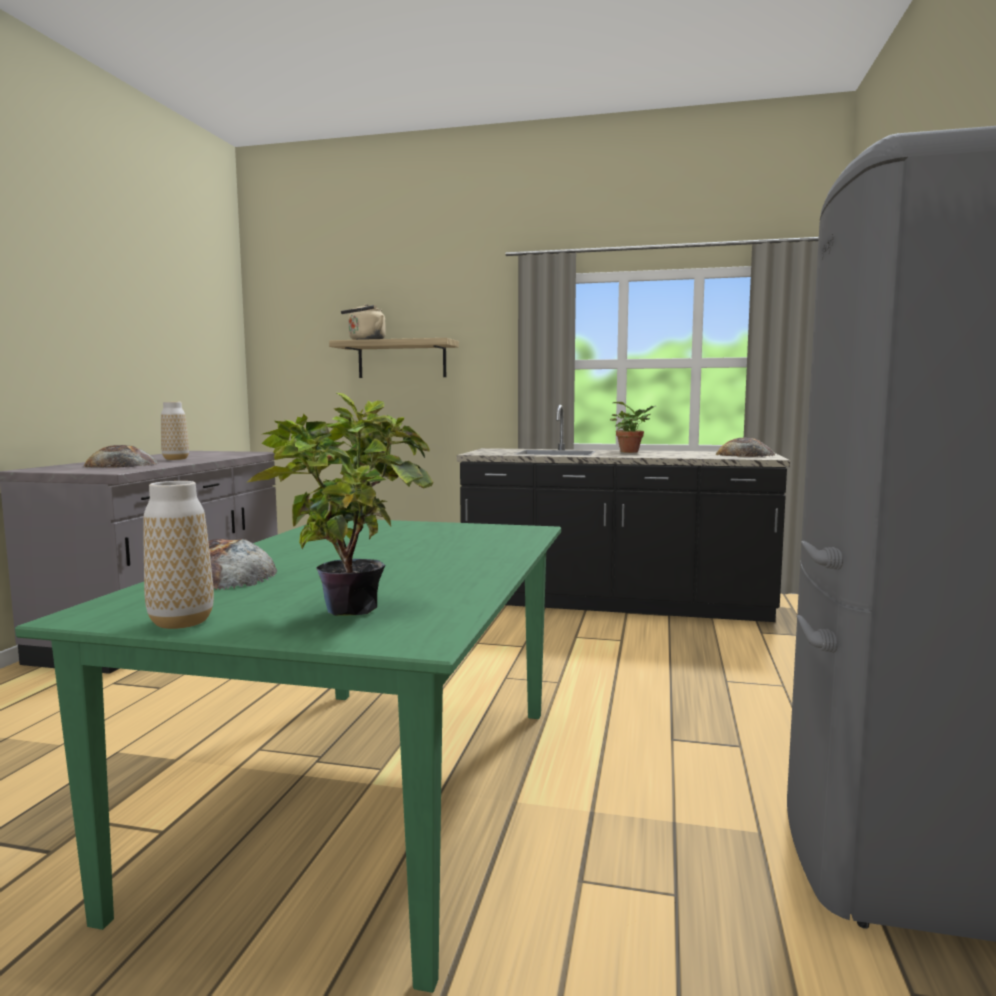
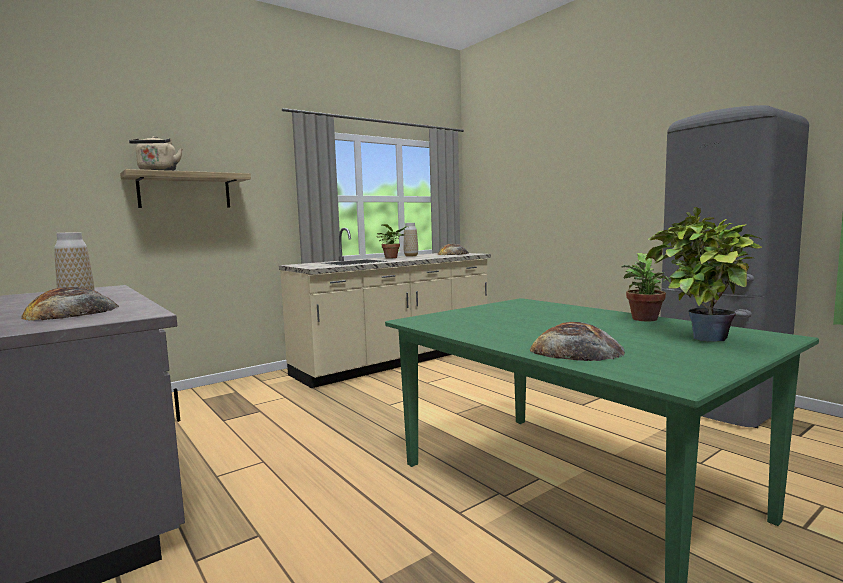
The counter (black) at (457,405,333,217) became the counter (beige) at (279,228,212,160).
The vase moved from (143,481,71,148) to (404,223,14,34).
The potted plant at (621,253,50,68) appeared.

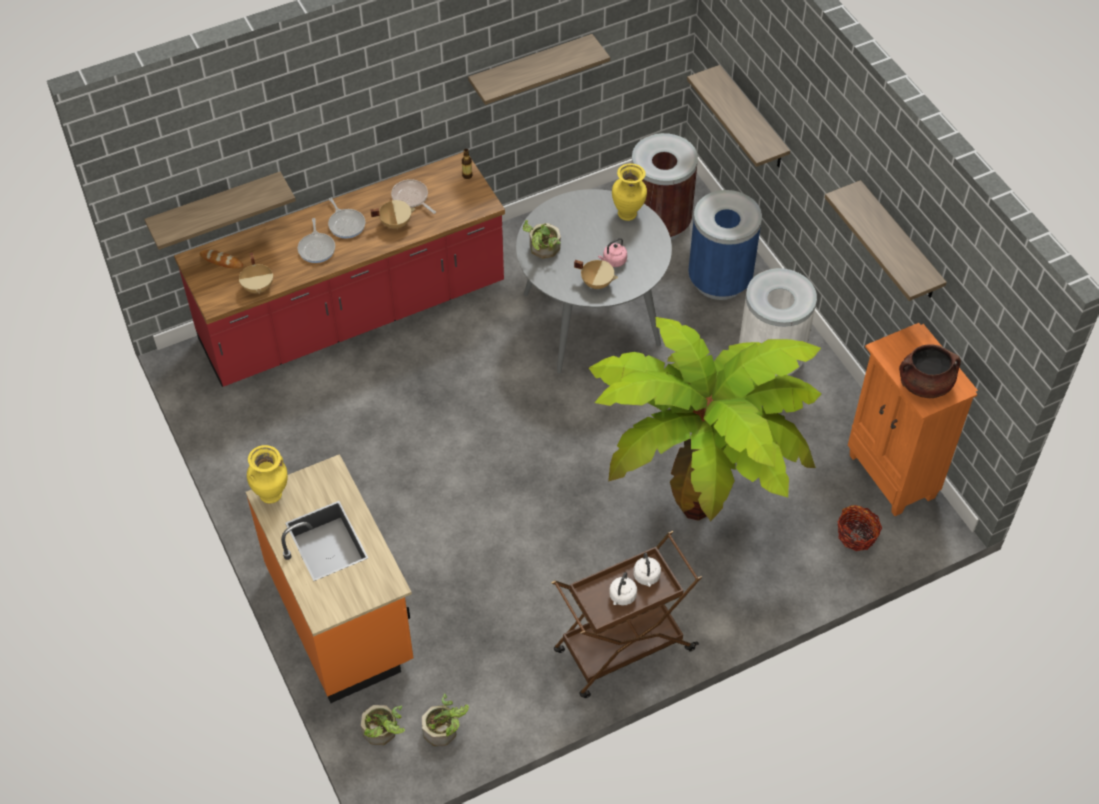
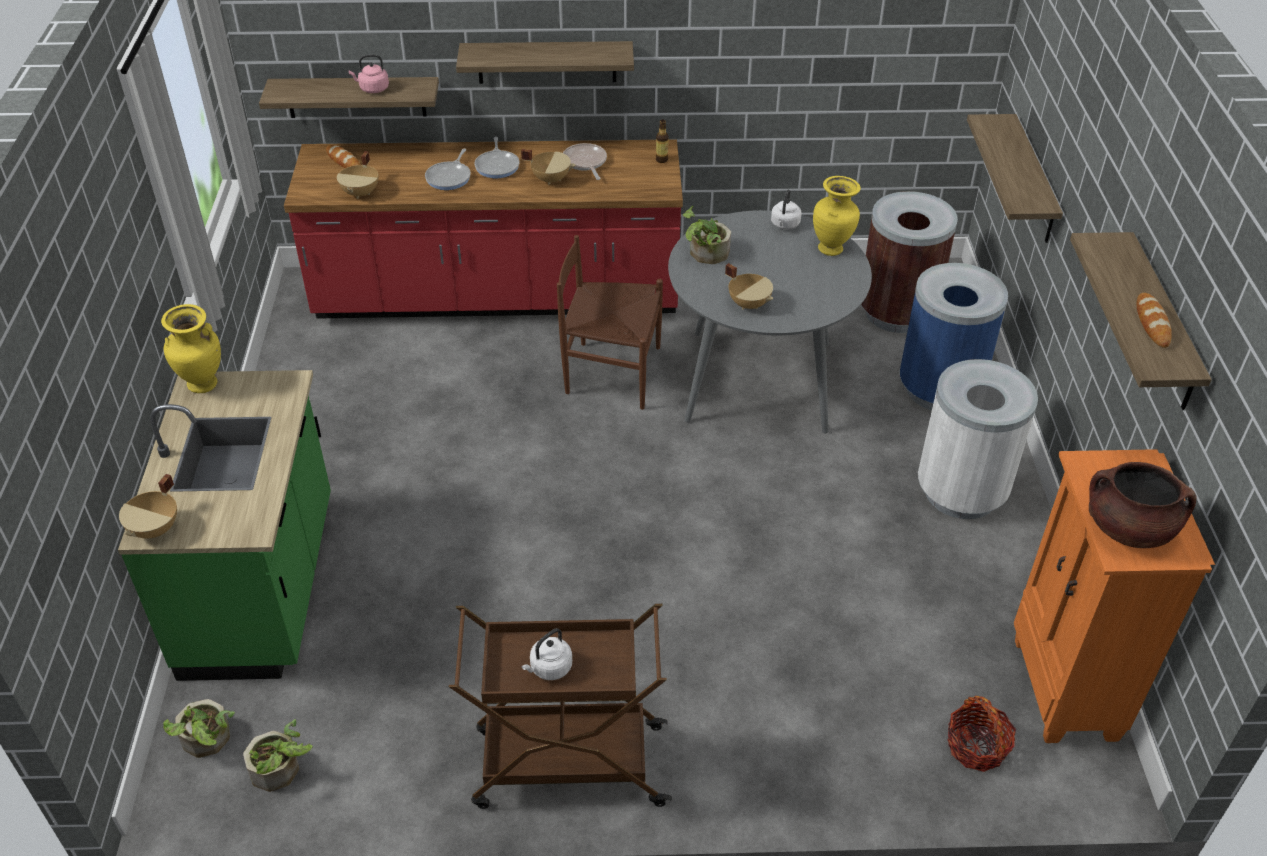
The counter (orange) at (246,454,167,249) became the counter (green) at (118,370,213,311).
The cooking pot (beige) at (119,474,58,65) appeared.
The kettle (pink) moved from (598,238,29,29) to (349,54,40,39).
The shelf moved from (468,34,142,71) to (456,41,178,43).
The chair (brown) at (557,235,106,175) appeared.
The kettle (white) moved from (633,552,28,35) to (771,189,31,40).
The bread at (1137,293,35,55) appeared.
The potted plant at (589,317,232,204) disappeared.

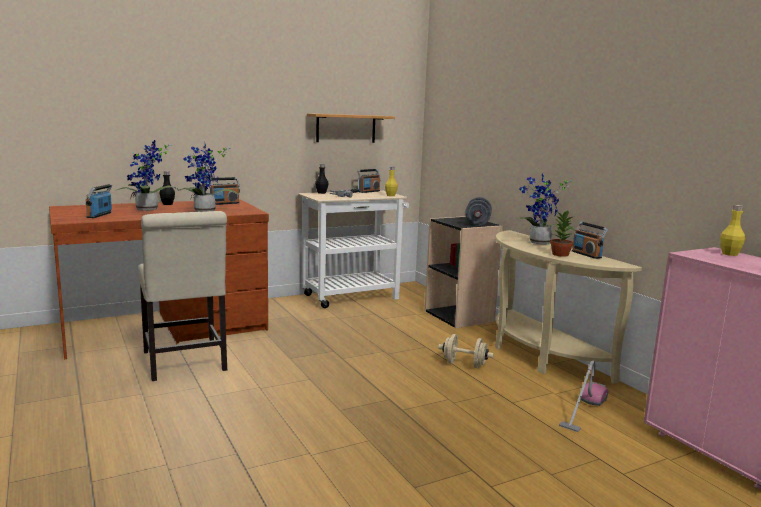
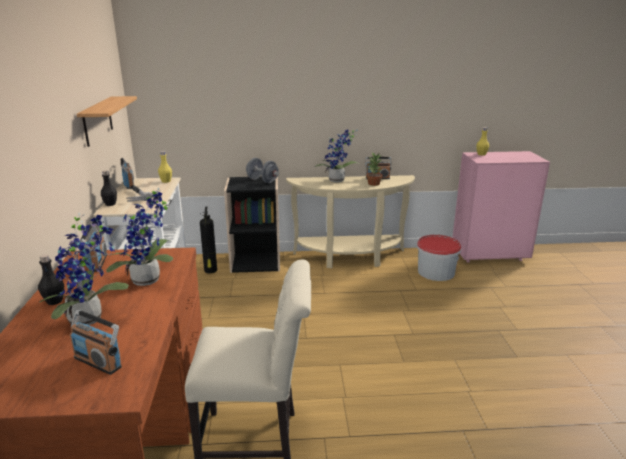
The fire extinguisher at (200,207,17,66) appeared.
The vacuum cleaner at (559,361,49,71) was replaced by the bucket at (417,235,44,46).
The dumbbell (beige) at (438,334,56,34) disappeared.

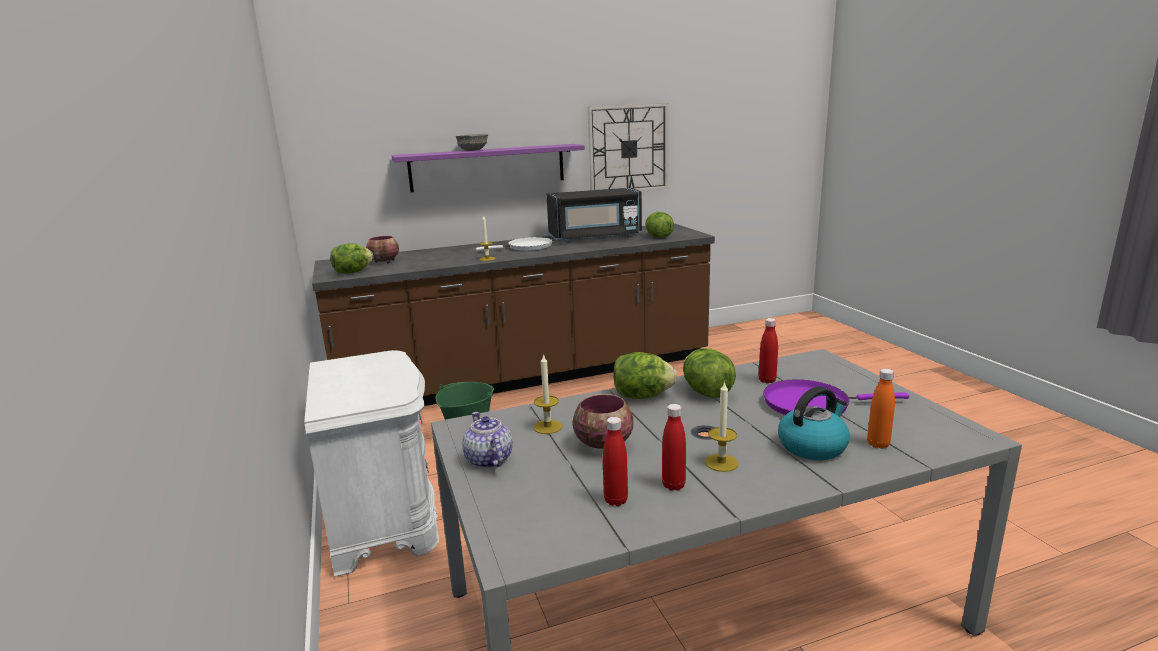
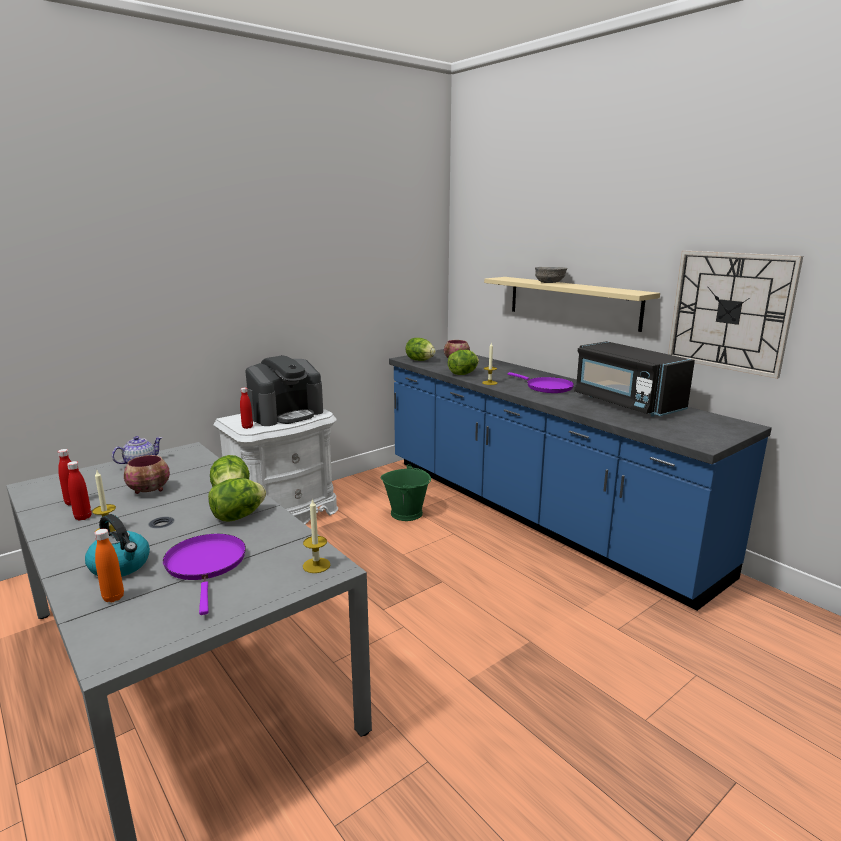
The bottle (red) moved from (759,318,19,65) to (240,388,13,41).
The coffee machine at (245,355,78,71) appeared.
The candle moved from (533,354,29,80) to (303,499,27,74).
The counter (brown) at (312,223,403,183) became the counter (blue) at (389,349,383,262).
The lettuce moved from (645,212,29,26) to (448,350,31,25).
The shelf (purple) at (392,144,193,48) became the shelf (beige) at (484,277,176,55).
The frying pan (white) at (476,237,76,14) became the frying pan (purple) at (508,372,66,21).

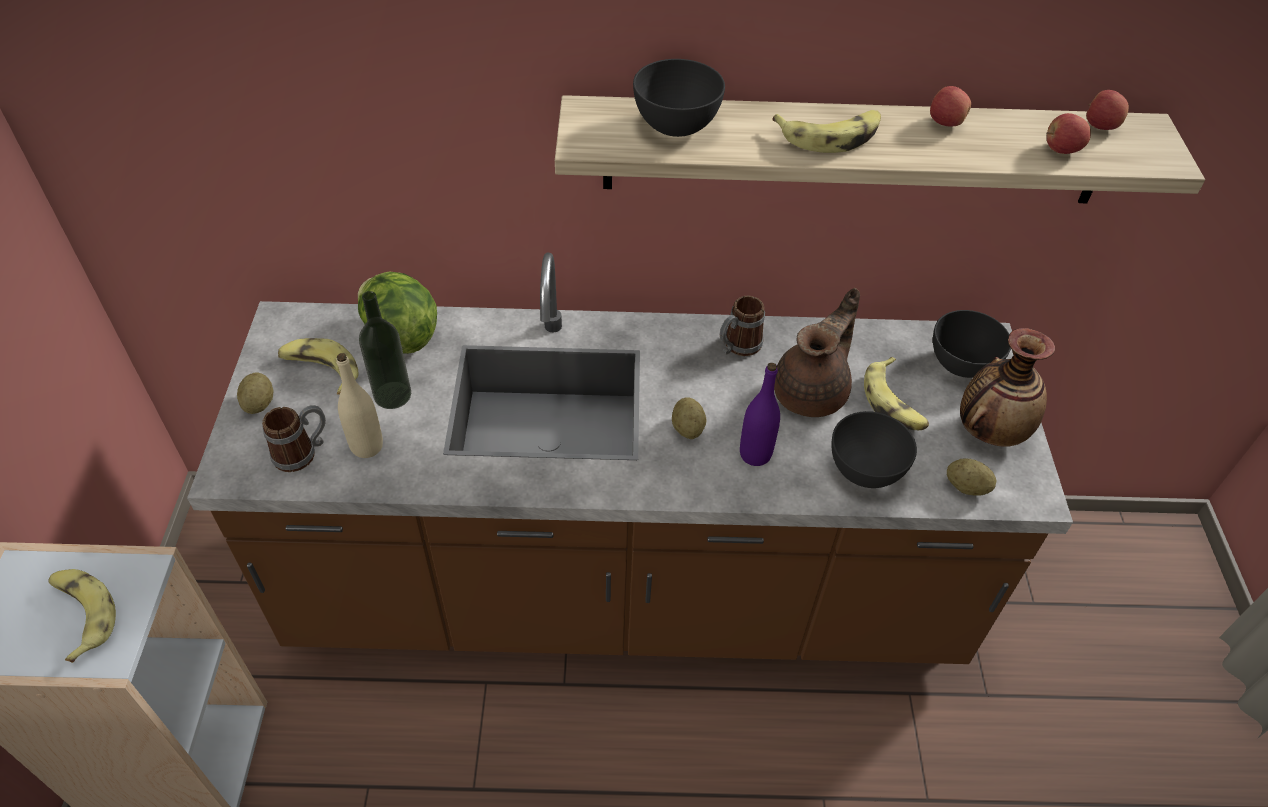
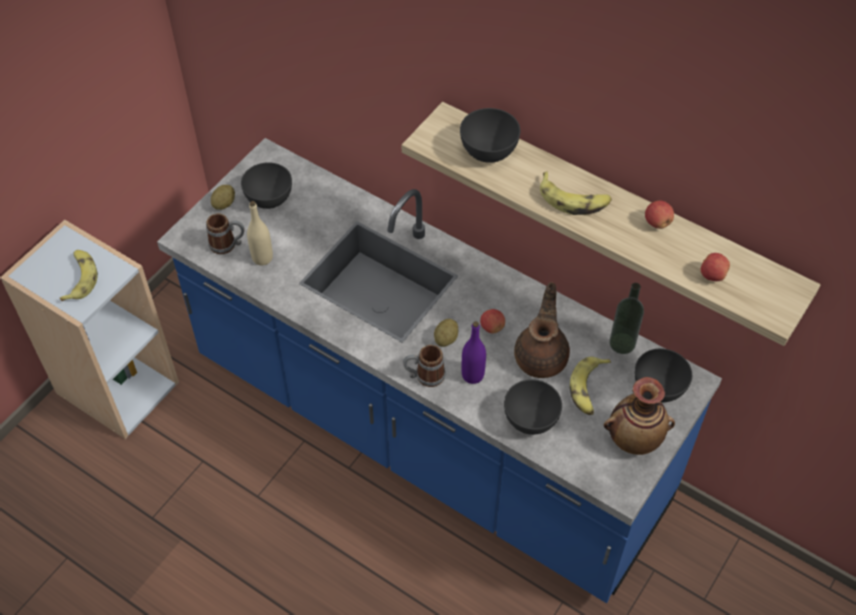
The counter (brown) at (187,253,886,411) became the counter (blue) at (157,138,565,465).
The banana at (278,338,81,57) was replaced by the bowl (grey) at (241,162,51,47).
The mug moved from (720,296,45,60) to (403,345,43,42).
The apple moved from (1086,90,43,40) to (480,309,25,24).
The teapot (brown) at (774,288,86,129) turned 60 degrees counterclockwise.
The bottle moved from (359,291,52,118) to (610,283,34,71).
The lettuce at (358,271,79,83) disappeared.
The potato at (947,459,49,37) disappeared.

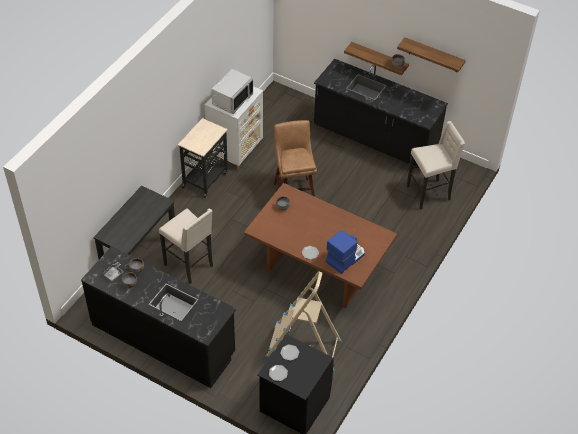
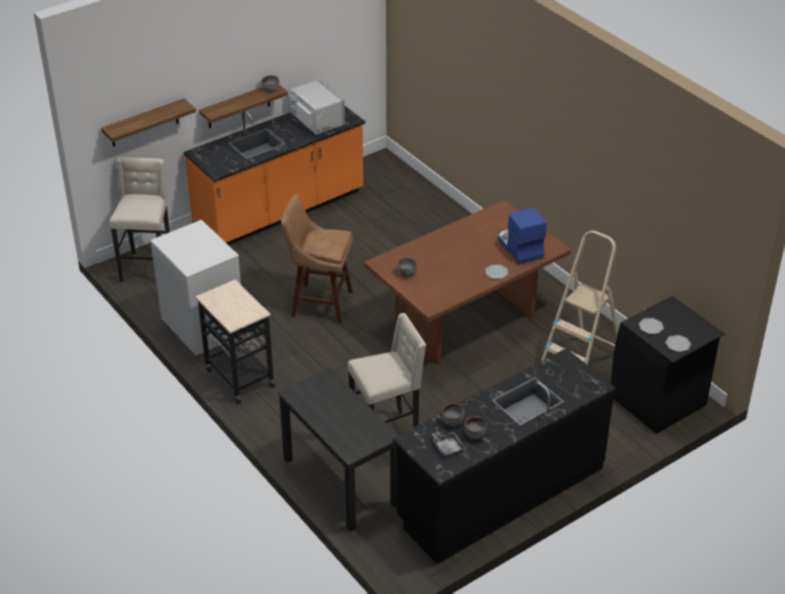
The shelf moved from (397,37,69,35) to (101,99,95,48).
The stool (beige) moved from (407,121,58,89) to (109,157,61,125).
The counter (black) at (314,58,134,108) became the counter (orange) at (184,105,181,140).
The microwave (grey) moved from (211,69,42,45) to (290,80,55,55).

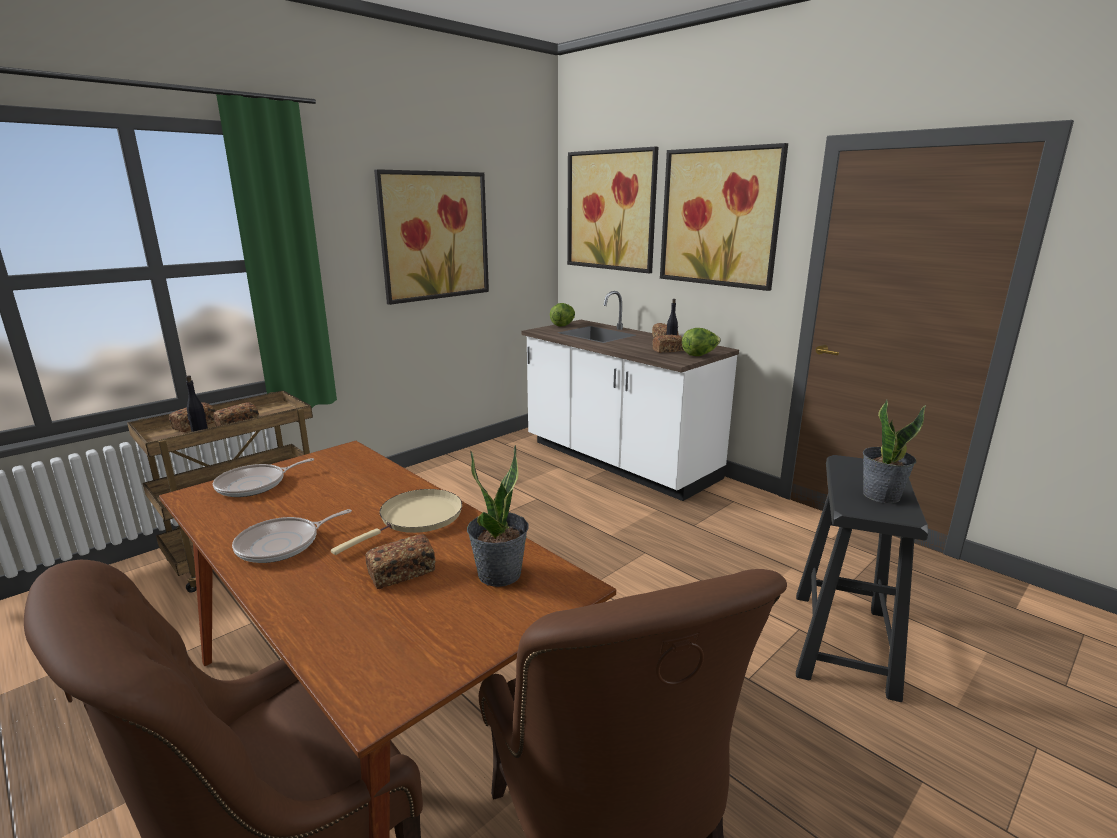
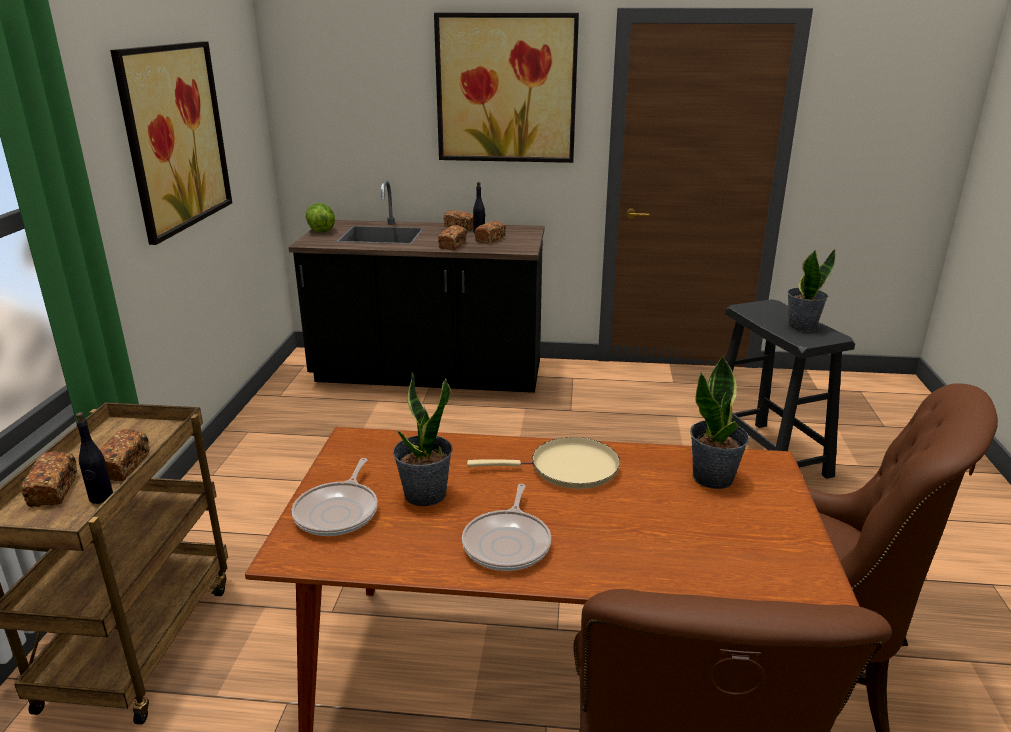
The counter (white) at (522,291,217,210) became the counter (black) at (289,180,256,213).
The potted plant at (393,373,59,133) appeared.
The bread moved from (366,534,69,55) to (438,225,29,25).
The frying pan (beige) at (331,489,131,66) turned 90 degrees clockwise.
The picture at (567,147,91,126) disappeared.
The lettuce at (682,328,39,28) disappeared.

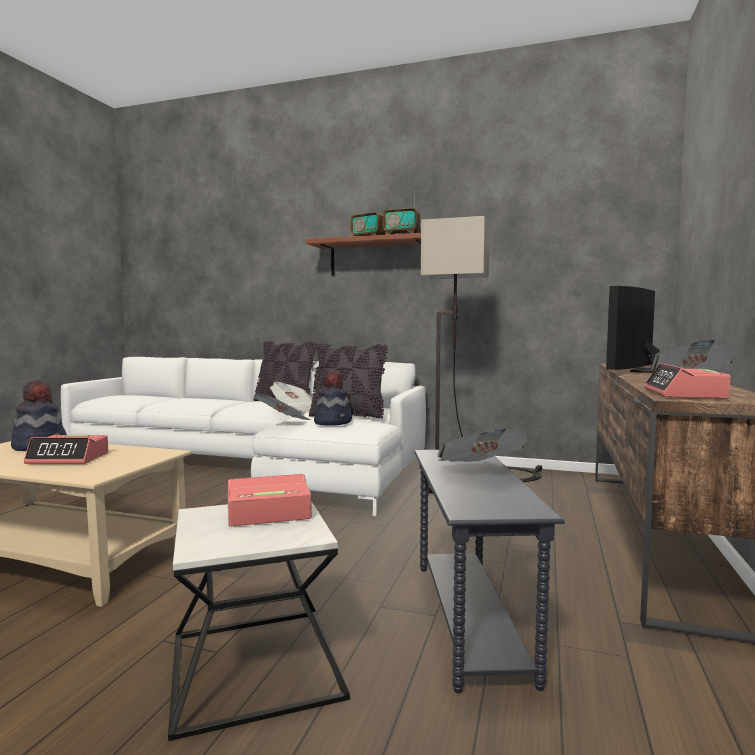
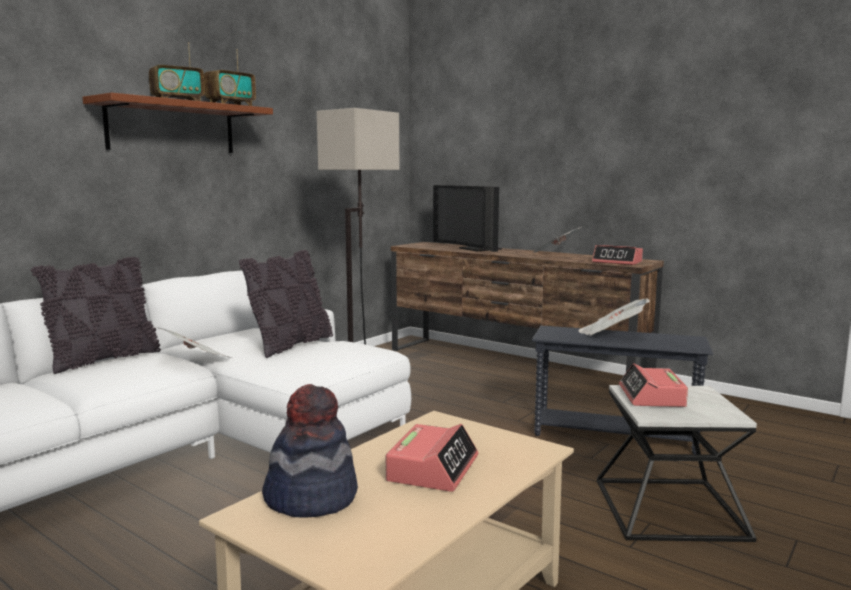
The newspaper at (253,394,58,26) disappeared.
The hat at (314,370,38,56) disappeared.

